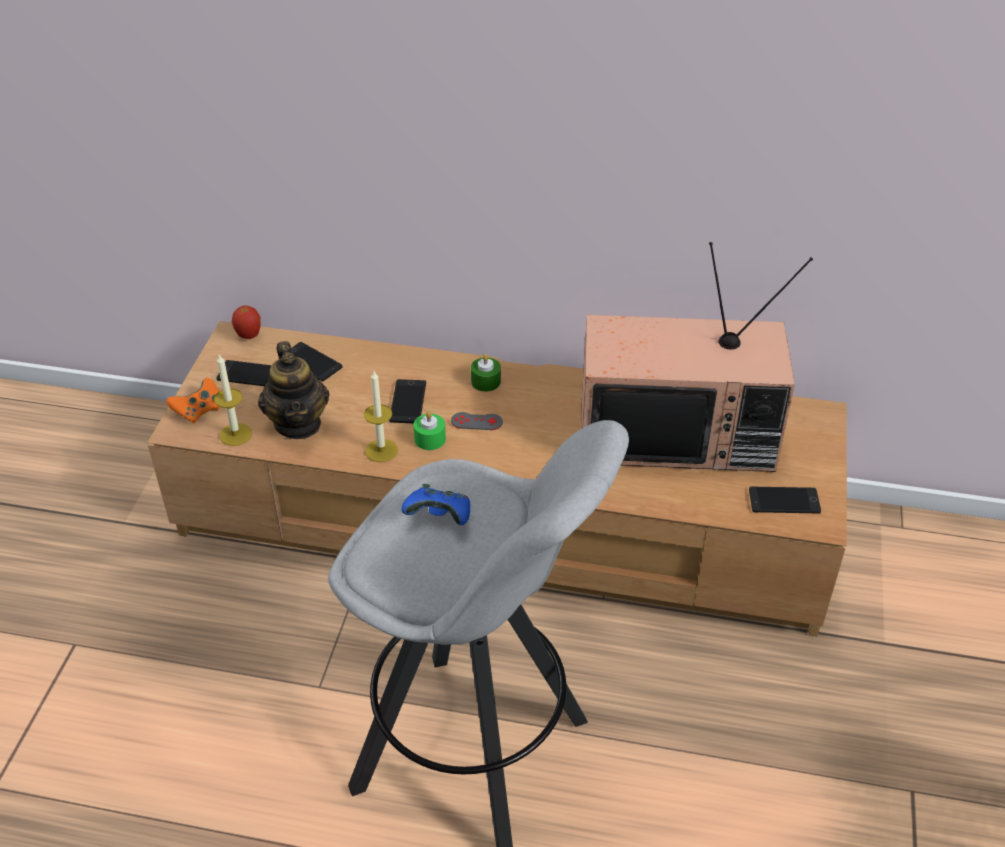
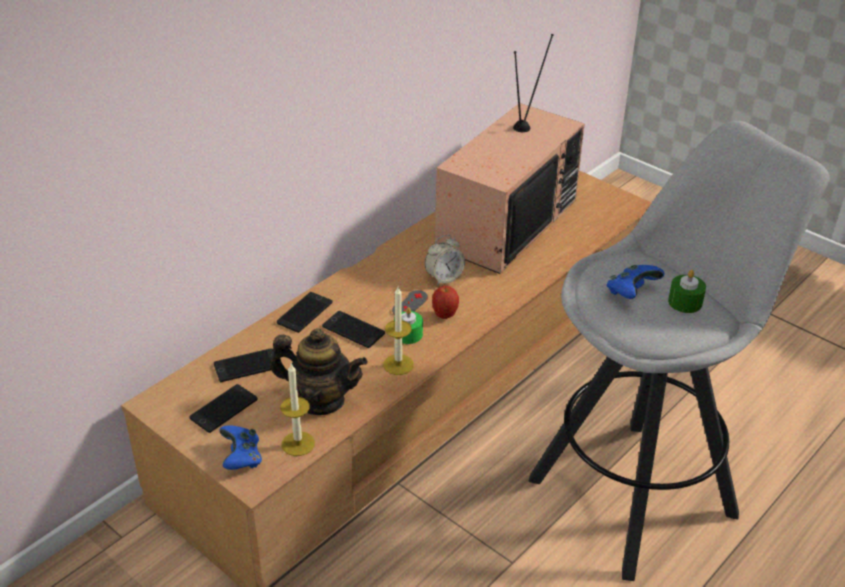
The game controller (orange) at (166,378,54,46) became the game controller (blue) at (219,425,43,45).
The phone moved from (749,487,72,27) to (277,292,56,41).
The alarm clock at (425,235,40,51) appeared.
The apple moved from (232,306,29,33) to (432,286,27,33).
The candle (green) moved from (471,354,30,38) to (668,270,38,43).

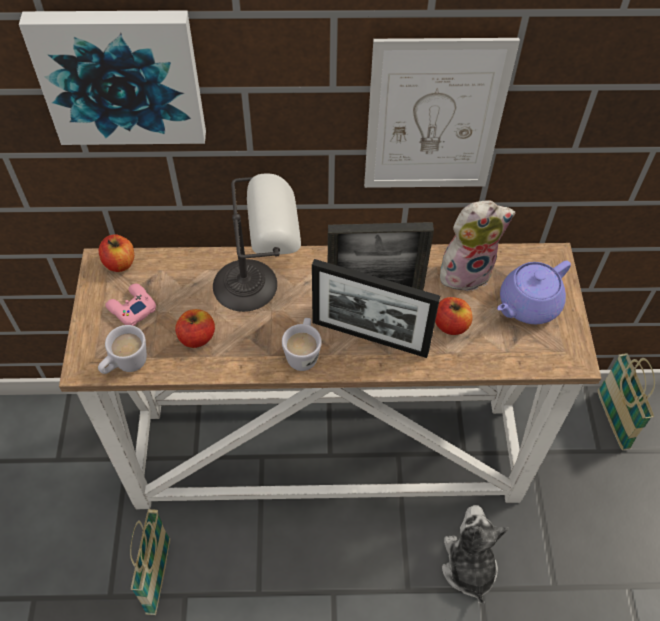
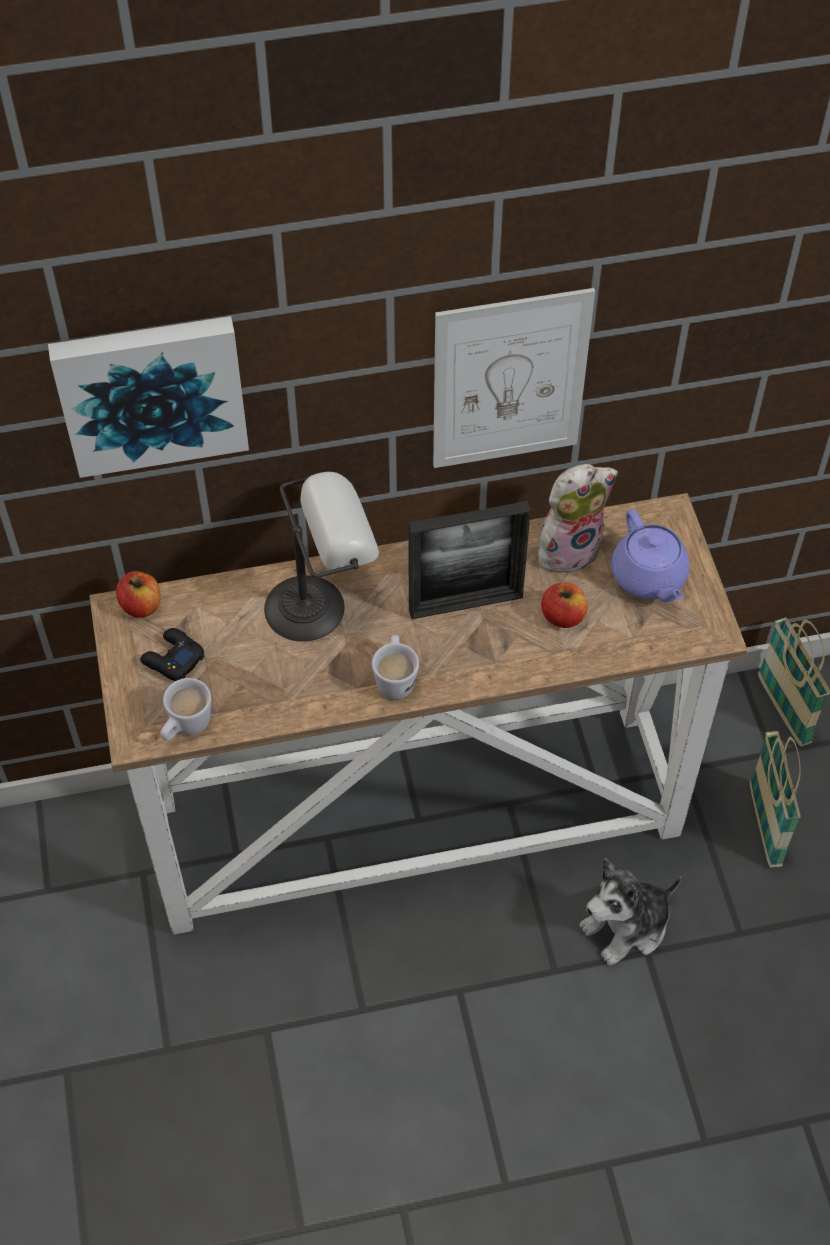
The game controller (pink) at (105,284,51,42) became the game controller (black) at (140,628,64,53).
The plush toy at (442,505,67,100) turned 105 degrees counterclockwise.
The teapot (purple) at (497,261,74,63) turned 60 degrees counterclockwise.
The basket moved from (130,509,40,106) to (750,731,51,137).
The apple at (175,309,40,39) disappeared.
The picture frame at (312,259,128,99) disappeared.

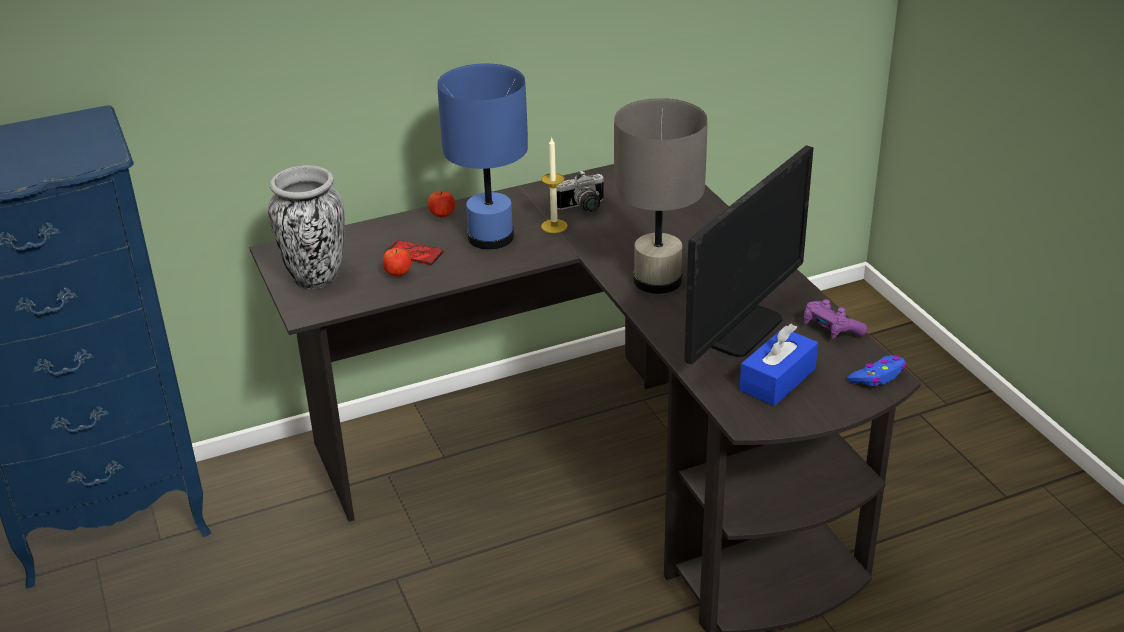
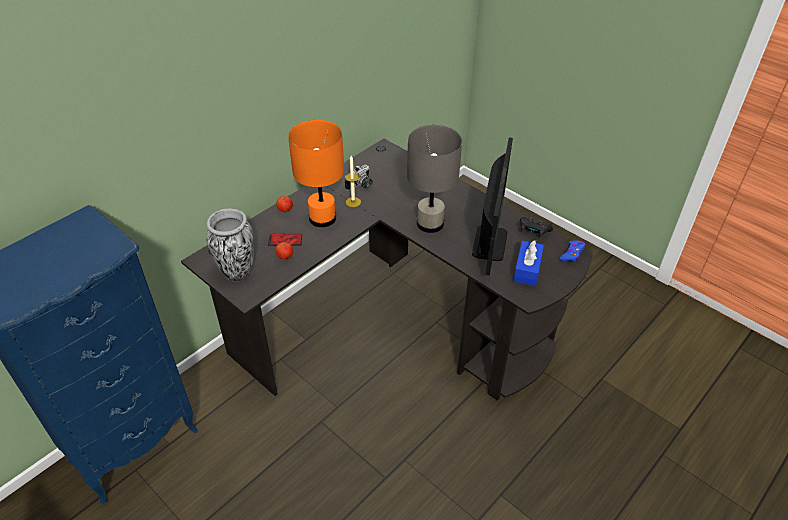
The table lamp (blue) at (437,63,91,186) became the table lamp (orange) at (288,120,56,107).
The game controller (purple) at (804,299,63,40) became the game controller (black) at (520,217,33,21).

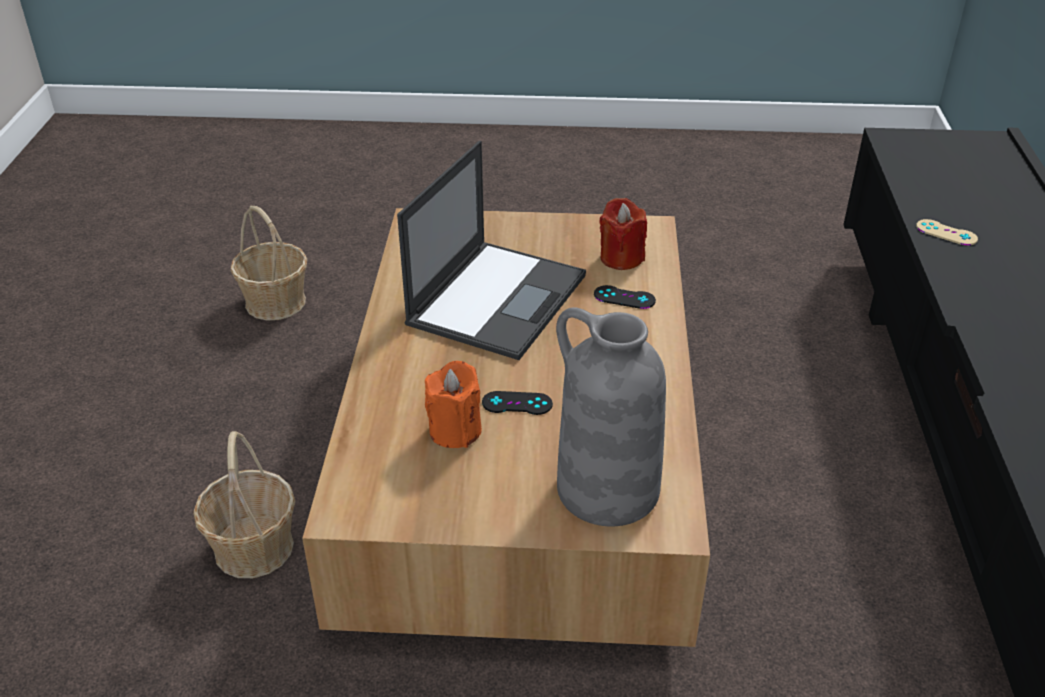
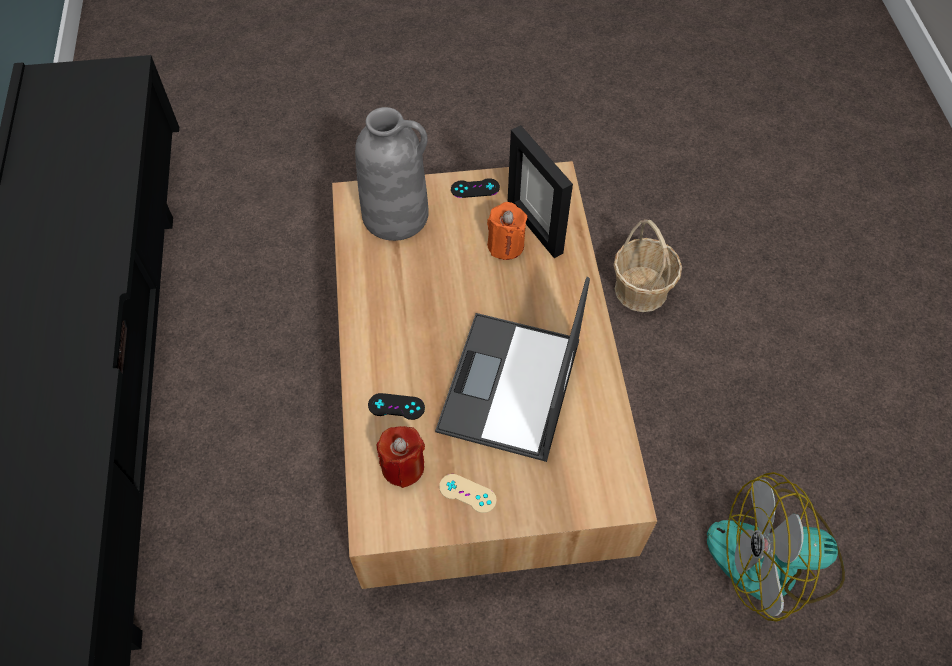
The game controller (beige) moved from (916,219,62,27) to (439,474,58,39).
The game controller (black) moved from (482,391,71,24) to (451,178,49,20).
The picture frame at (508,125,65,133) appeared.
The basket at (230,206,77,115) was replaced by the fan at (707,472,138,149).

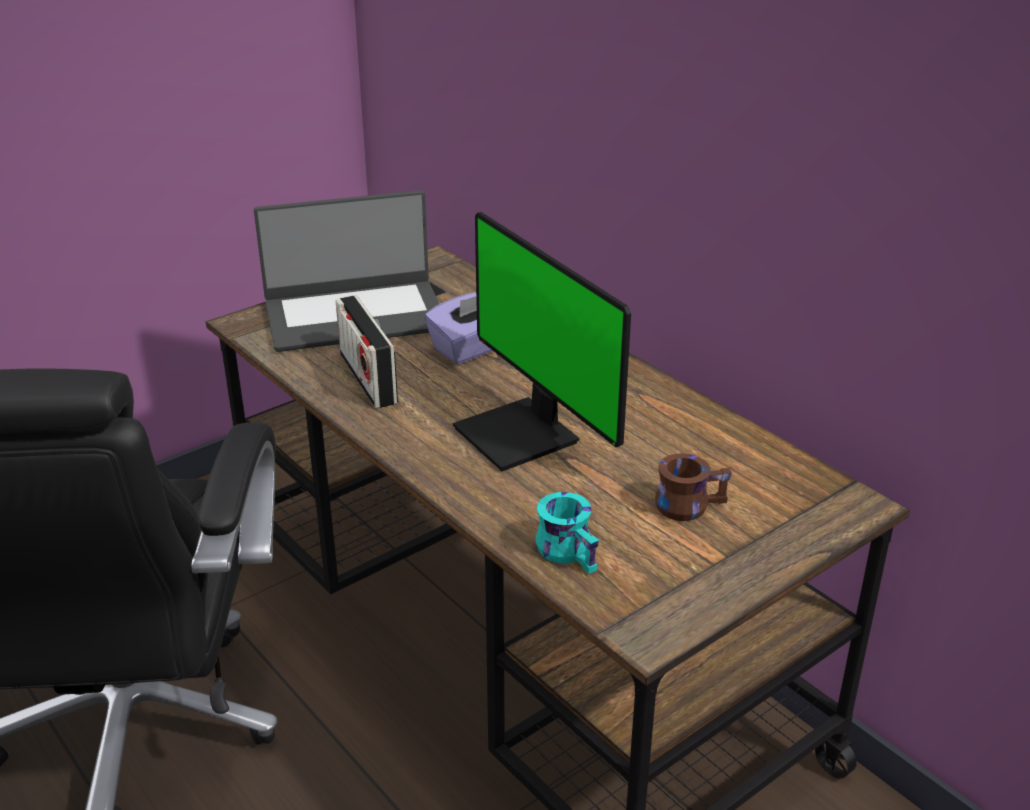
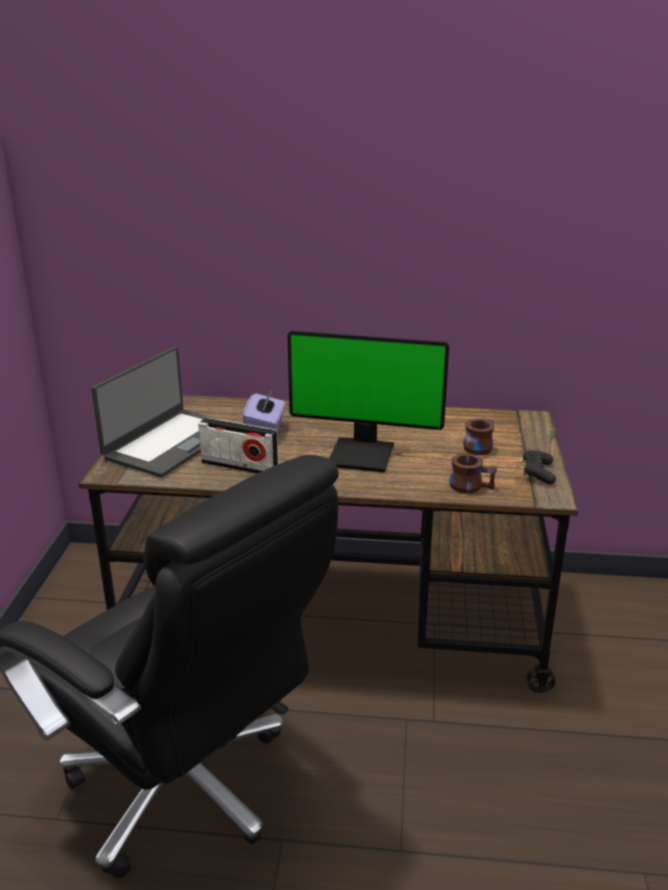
The mug (turquoise) at (536,492,63,82) became the mug (brown) at (449,453,48,40).
The game controller (black) at (523,450,33,35) appeared.

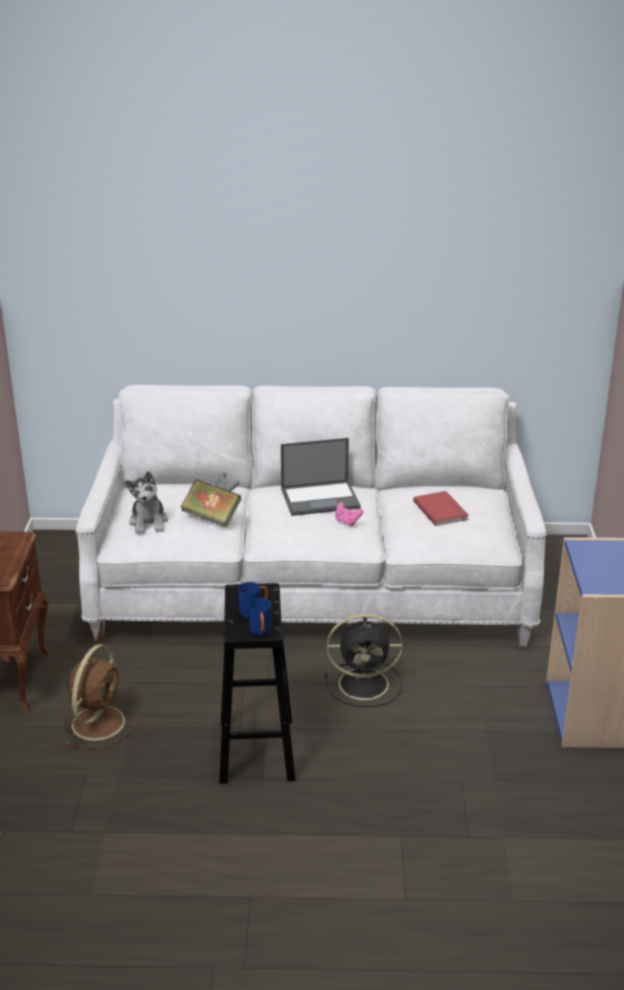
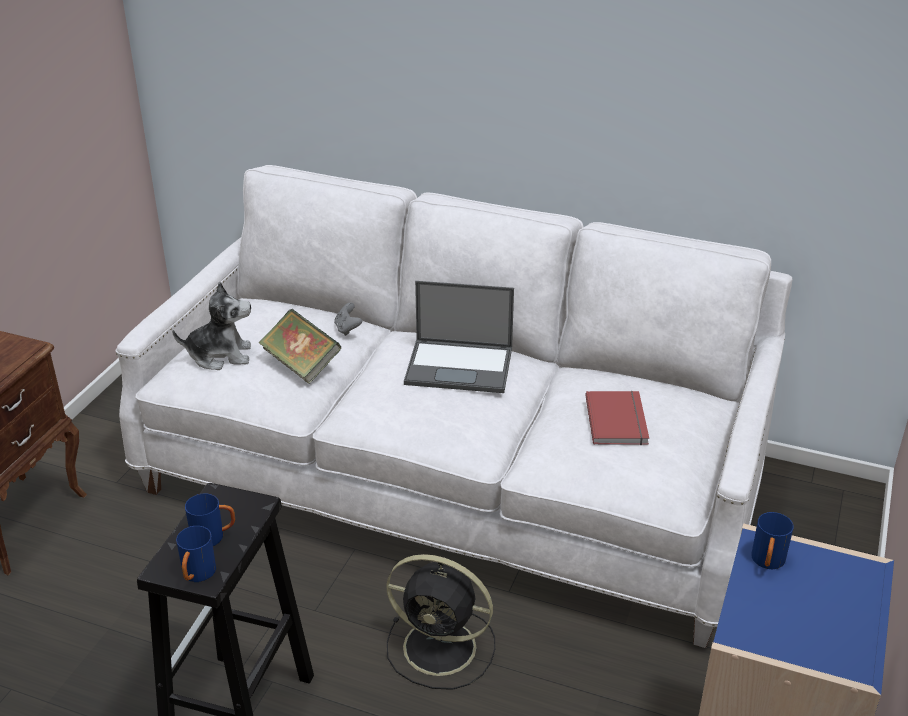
The plush toy at (125,471,43,63) turned 105 degrees counterclockwise.
The mug (blue) at (751,512,43,57) appeared.
The fan (brown) at (62,644,76,104) disappeared.
The game controller (pink) at (335,502,28,24) disappeared.

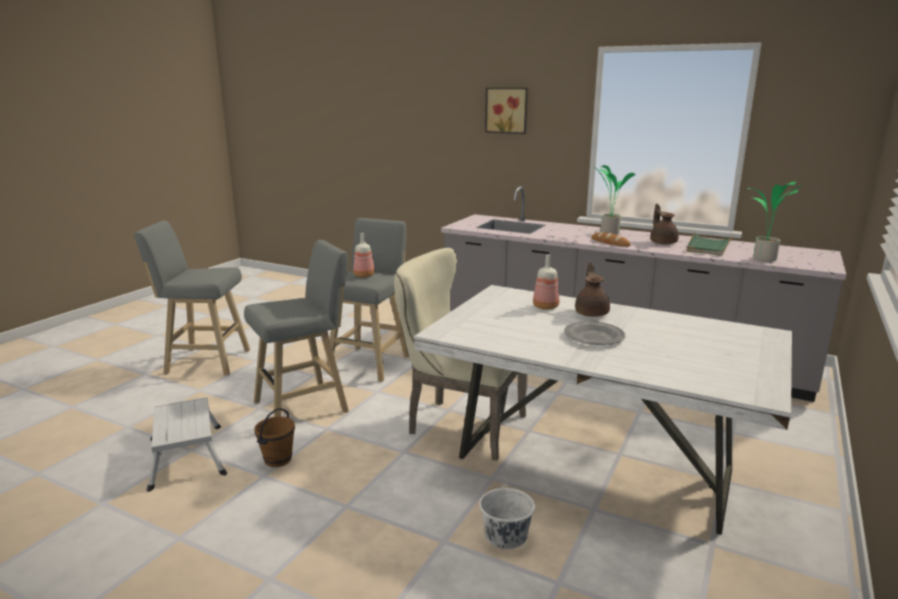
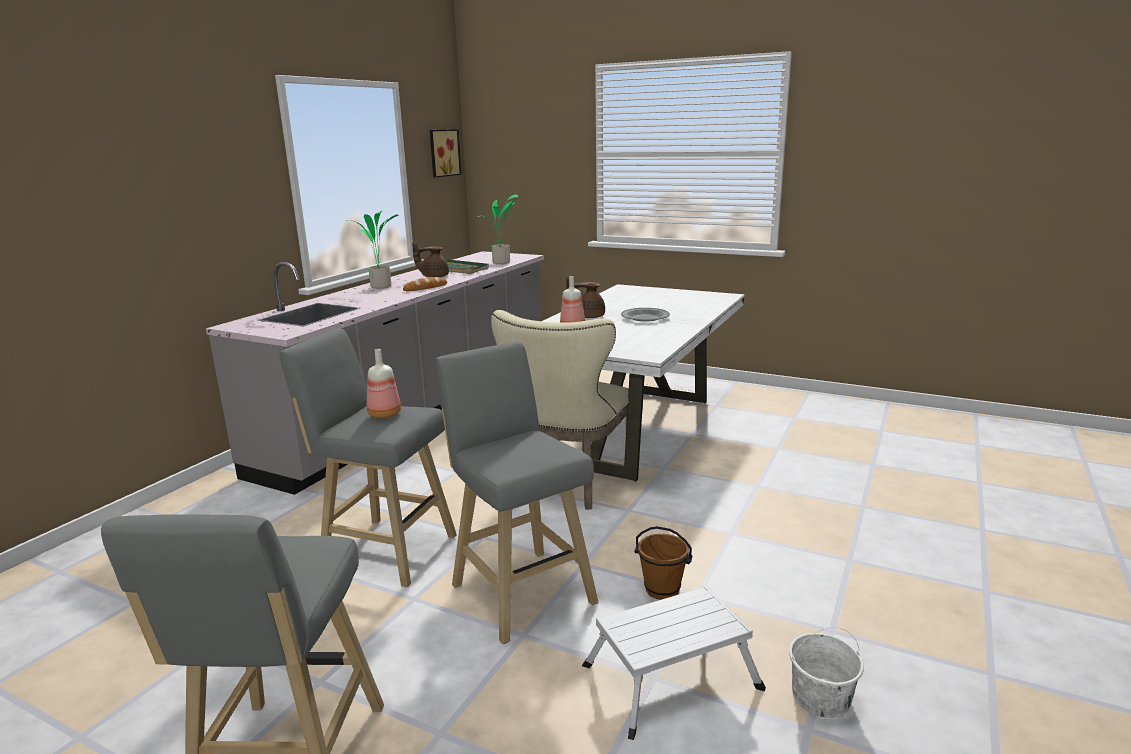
The picture moved from (485,88,43,46) to (430,129,32,48).
The bucket (white) moved from (479,477,56,72) to (789,627,75,91).

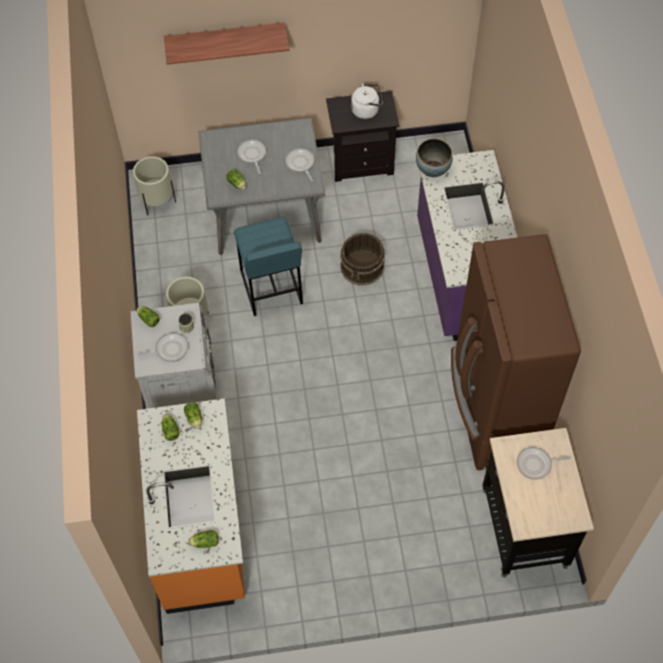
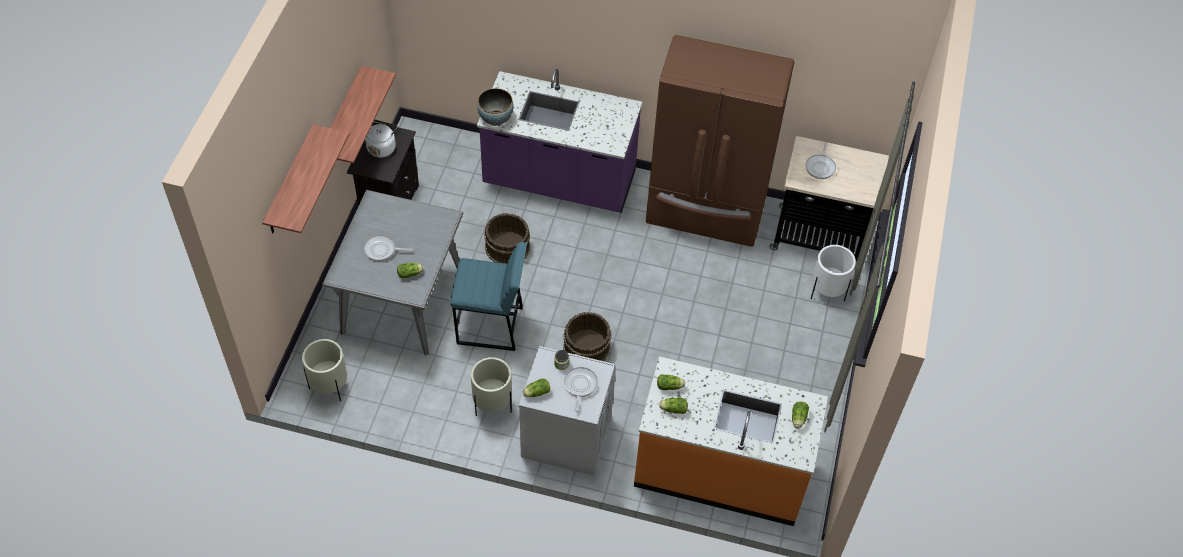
The shelf at (331,66,65,97) appeared.
The bucket (brown) at (563,312,48,49) appeared.
The planter (white) at (811,245,45,57) appeared.
The frying pan at (285,148,30,34) disappeared.

